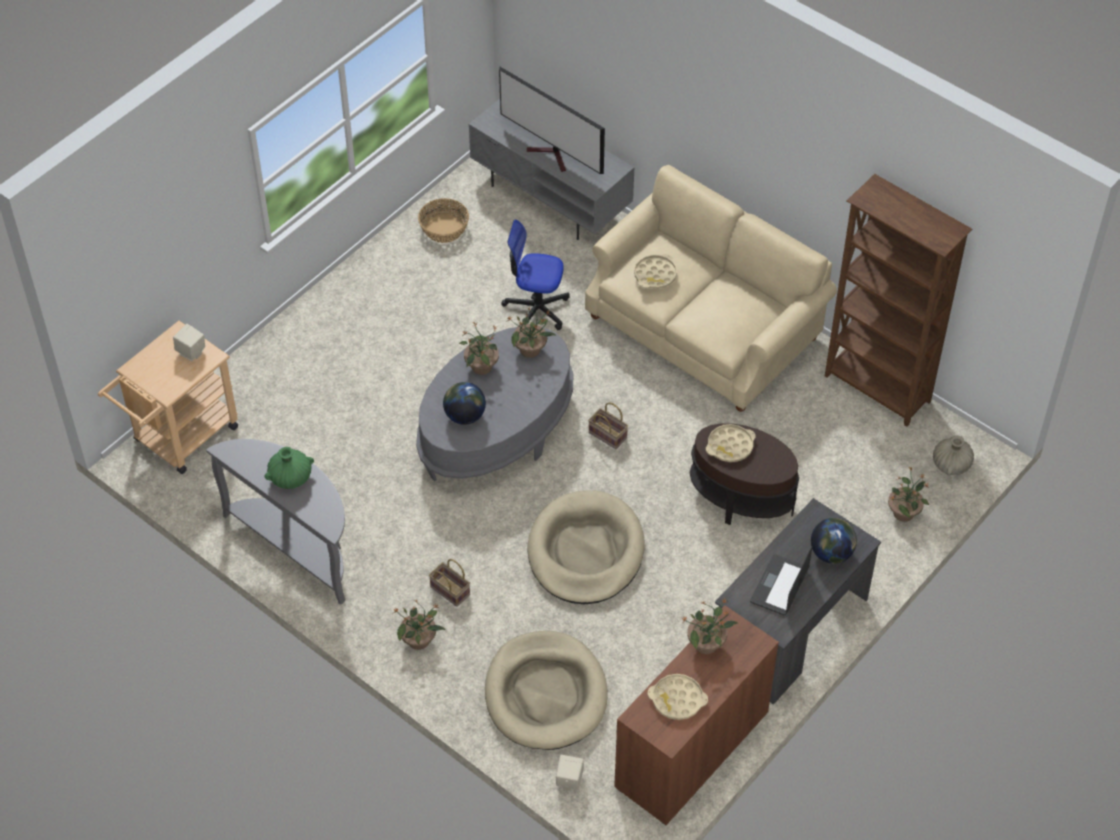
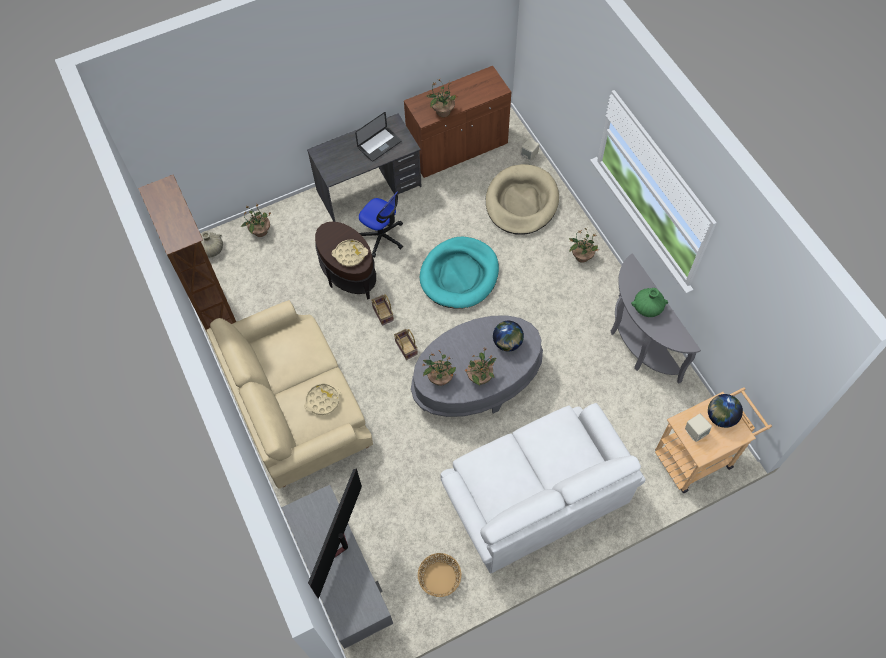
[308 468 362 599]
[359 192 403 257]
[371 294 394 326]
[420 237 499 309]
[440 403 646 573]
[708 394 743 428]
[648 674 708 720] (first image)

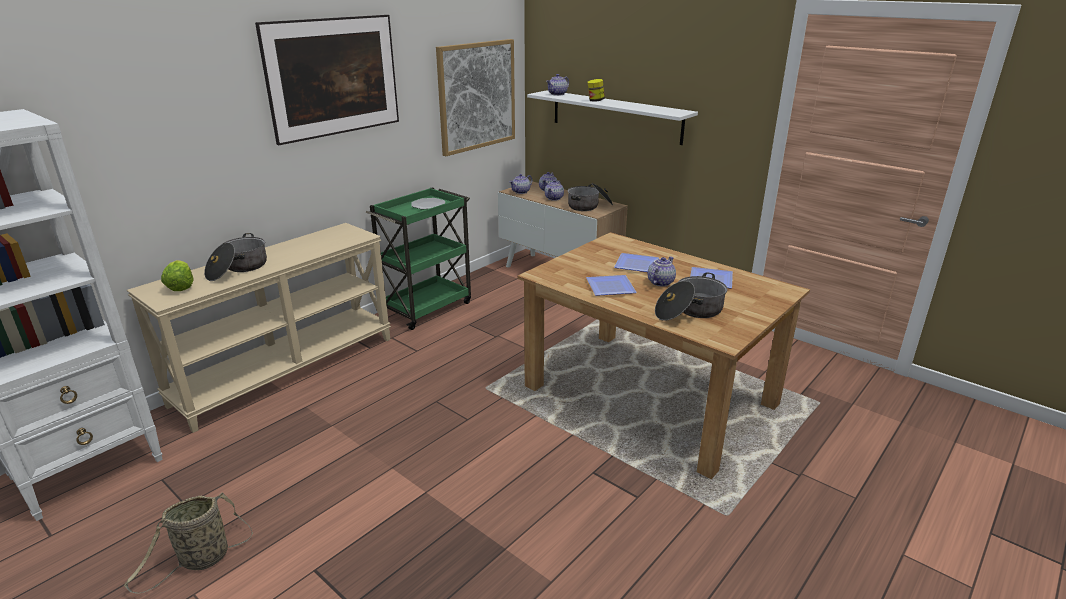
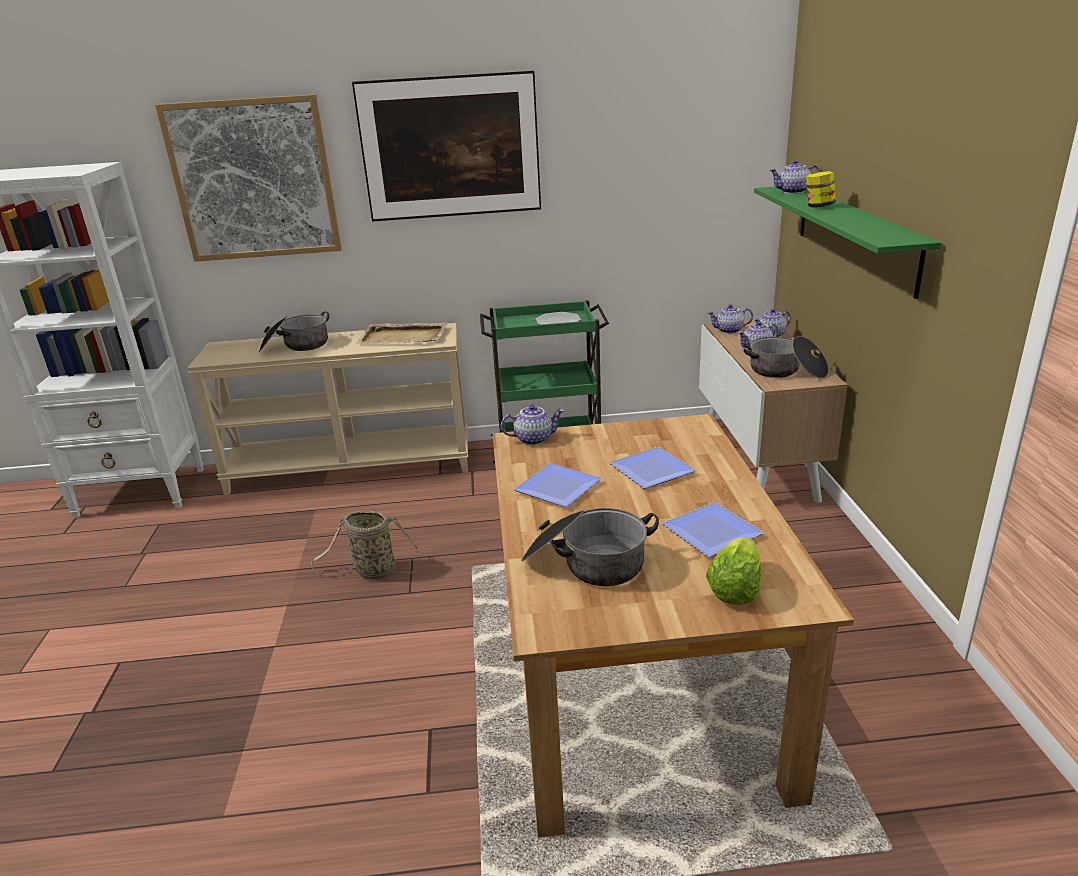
[155 94 342 262]
[311 511 420 580]
[355 323 448 344]
[501 404 564 445]
[706 537 762 605]
[754 187 941 299]

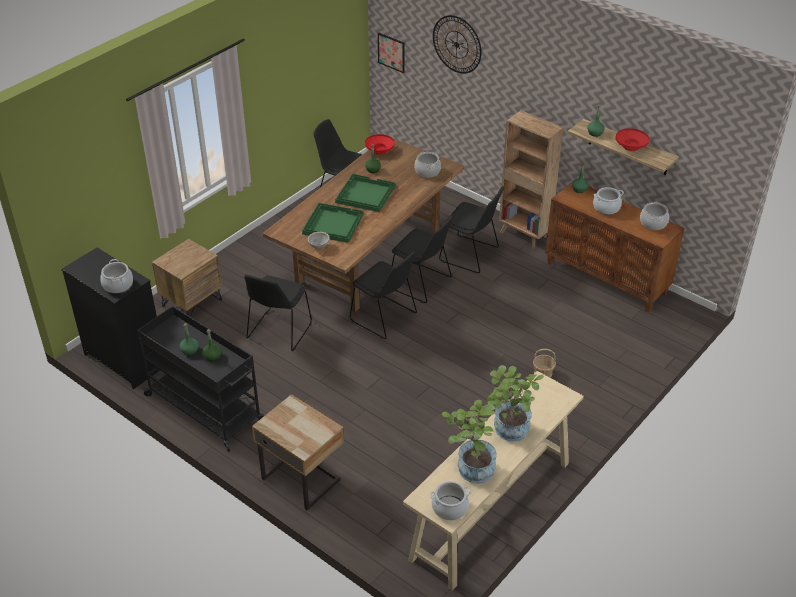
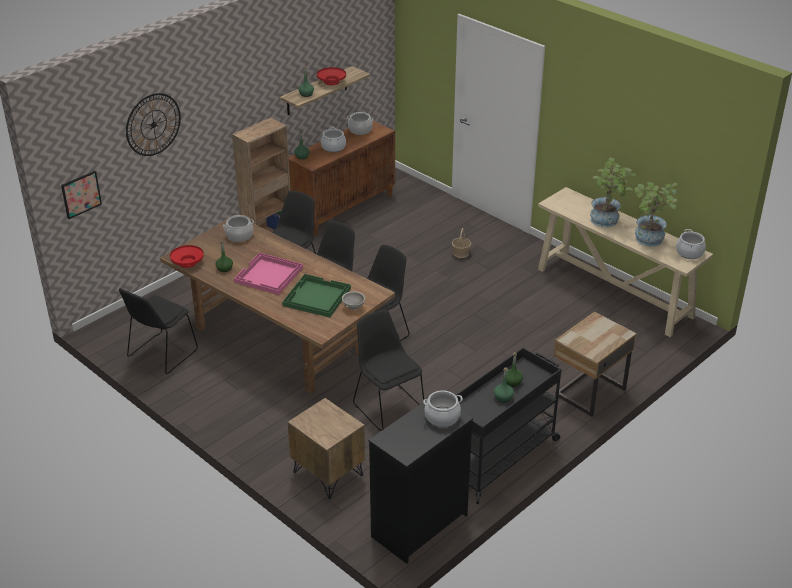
[234 252 303 295]
[353 310 424 431]

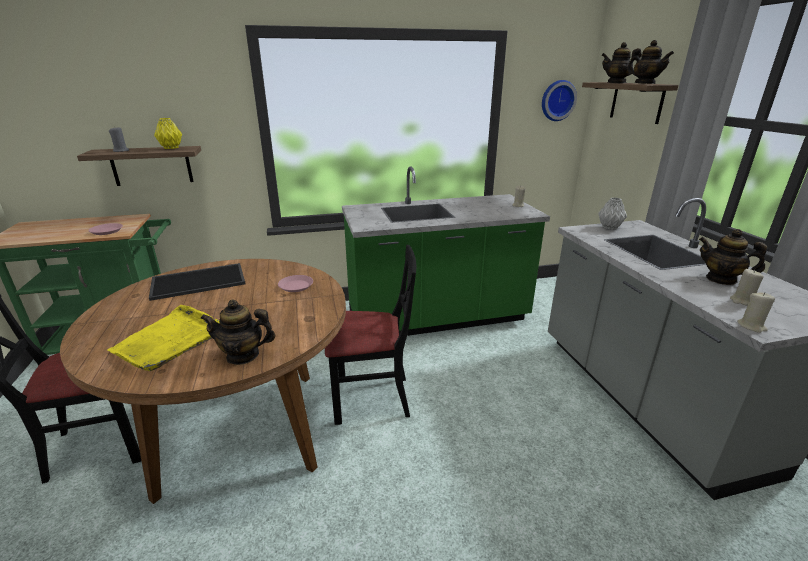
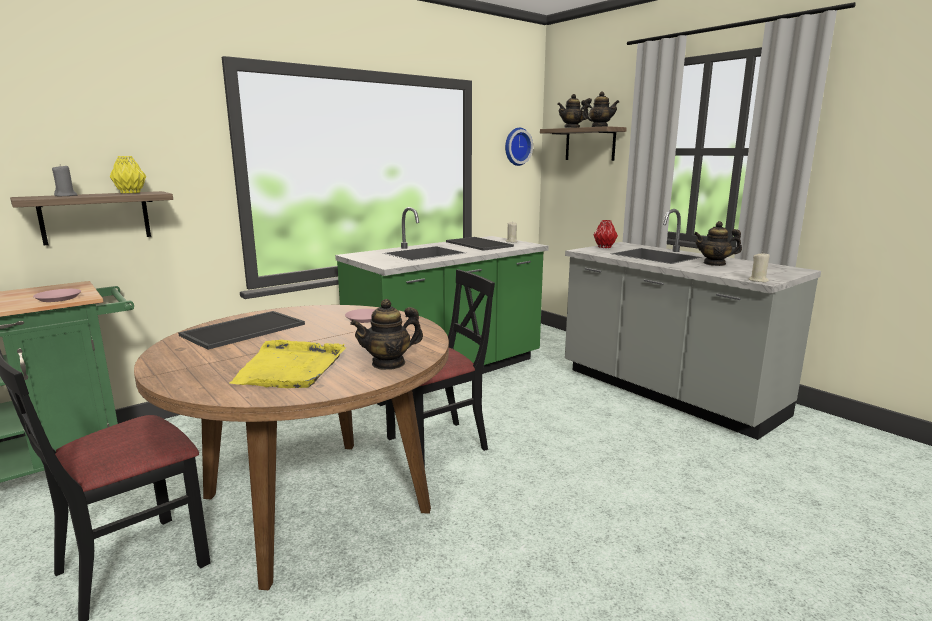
[446 237 514 251]
[593 220 618 248]
[730 269 764 306] (first image)

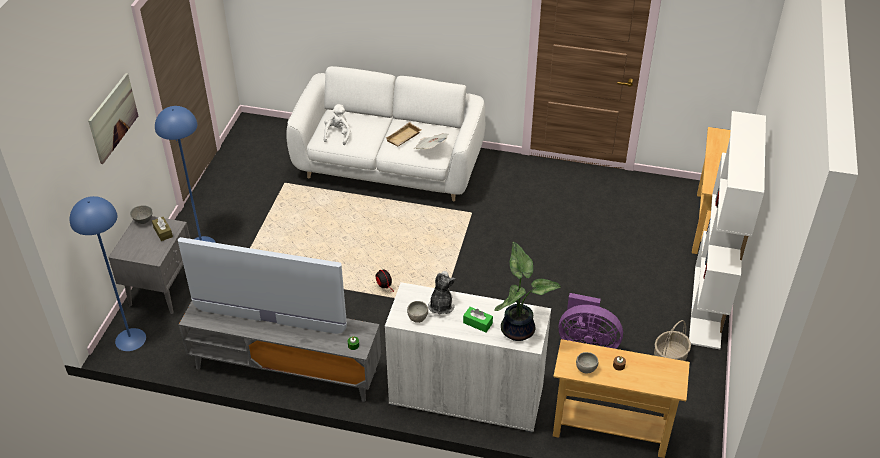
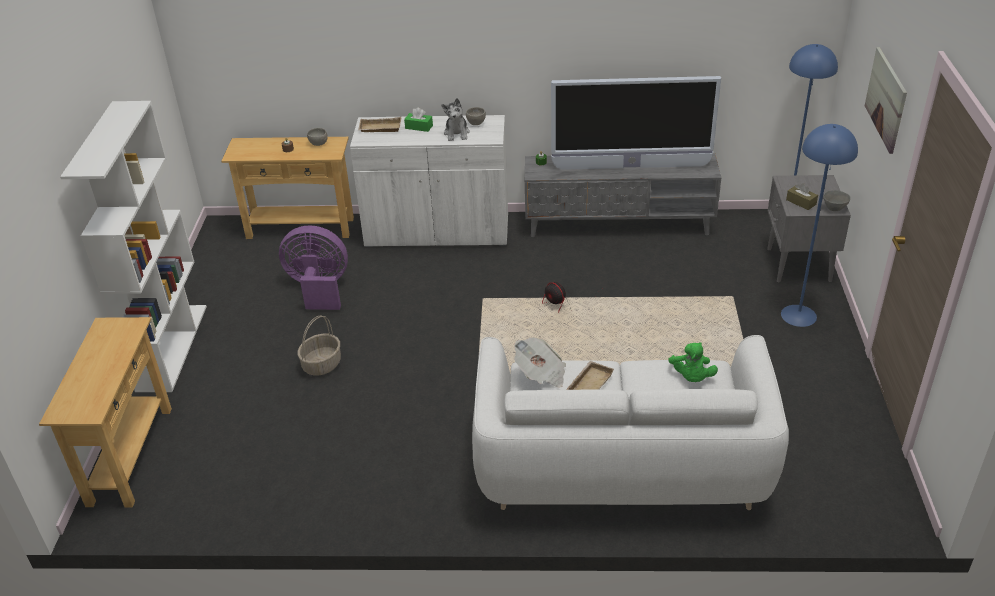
[298 315 341 375]
[358 117 401 132]
[668 342 718 382]

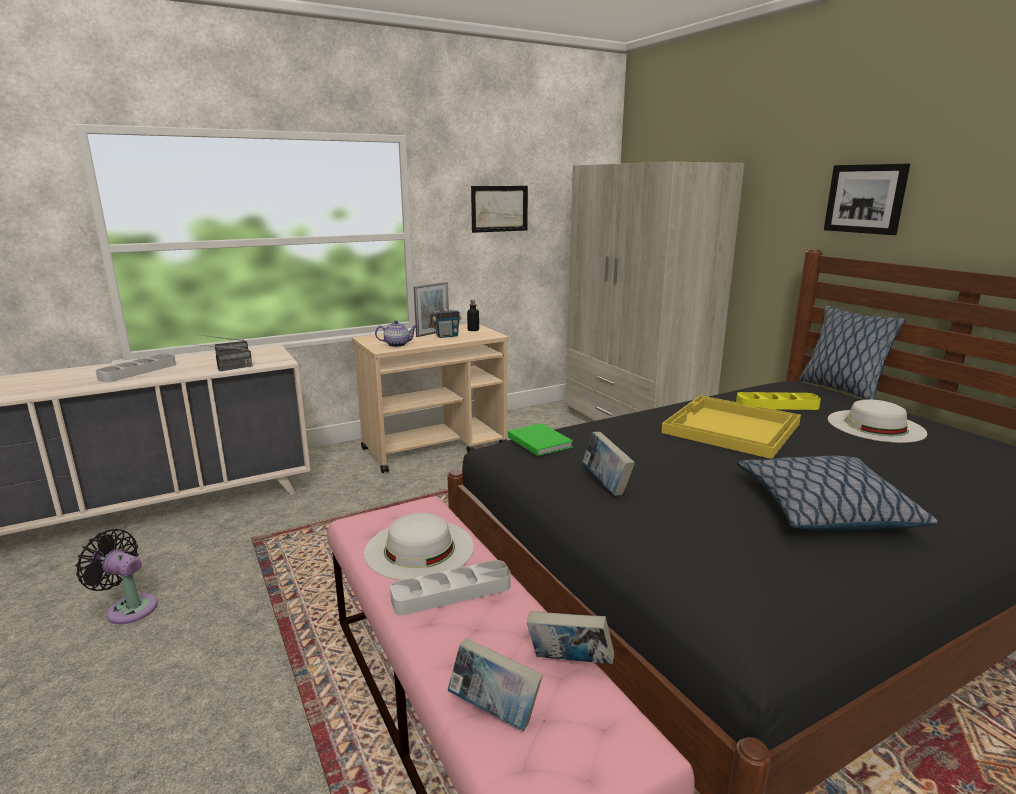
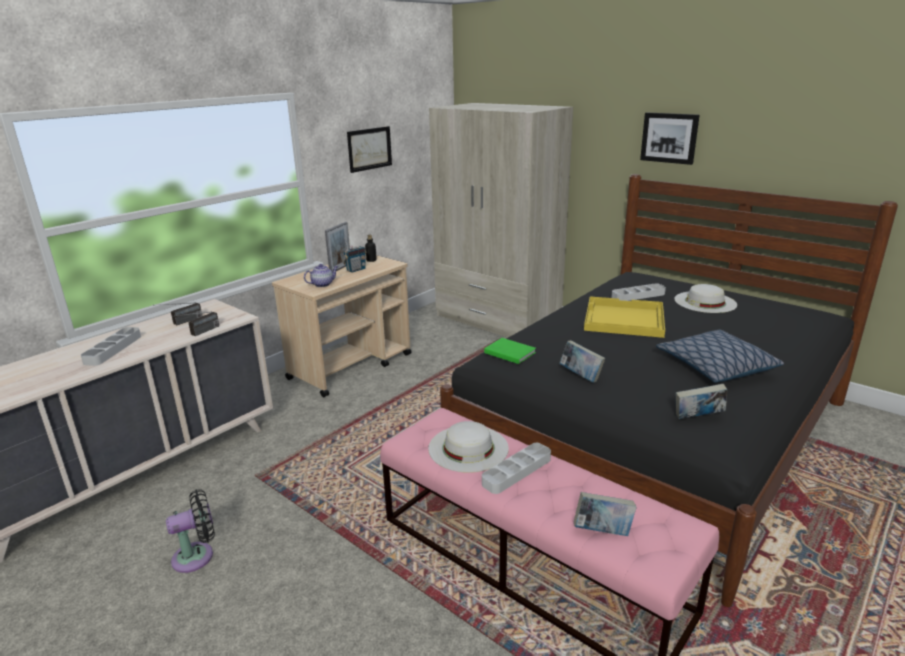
[166 489 215 573]
[611 283 666 301]
[676 384 727 419]
[799 305 906 400] (first image)

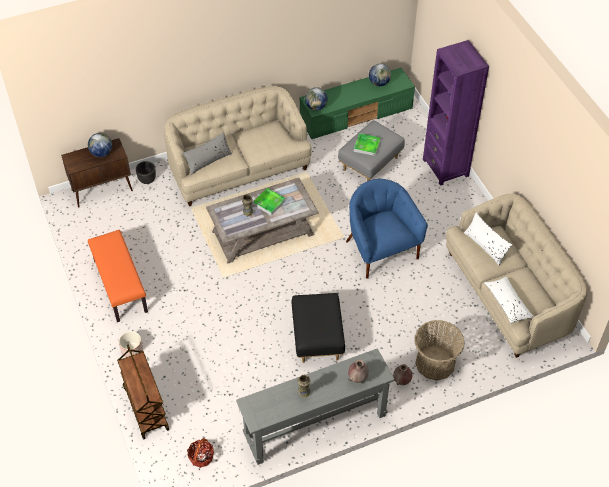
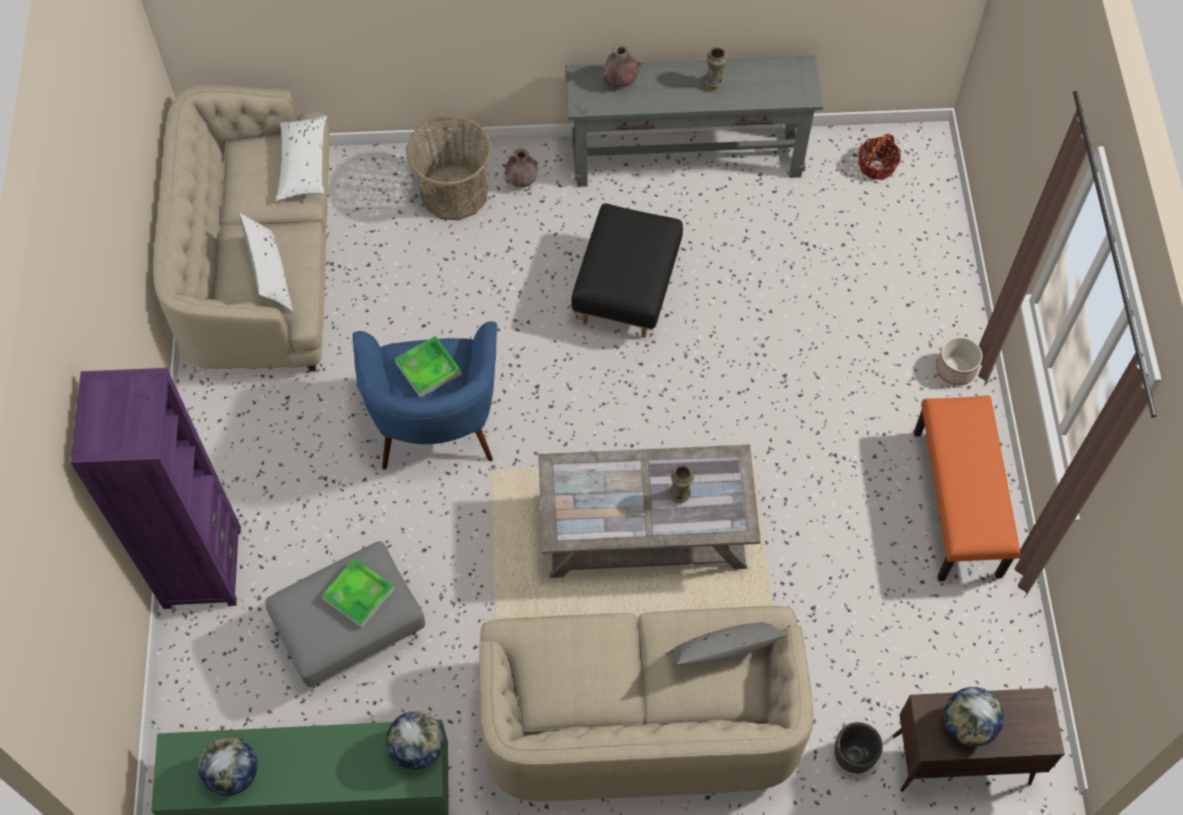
[395 336 461 396]
[117 344 169 439] (first image)

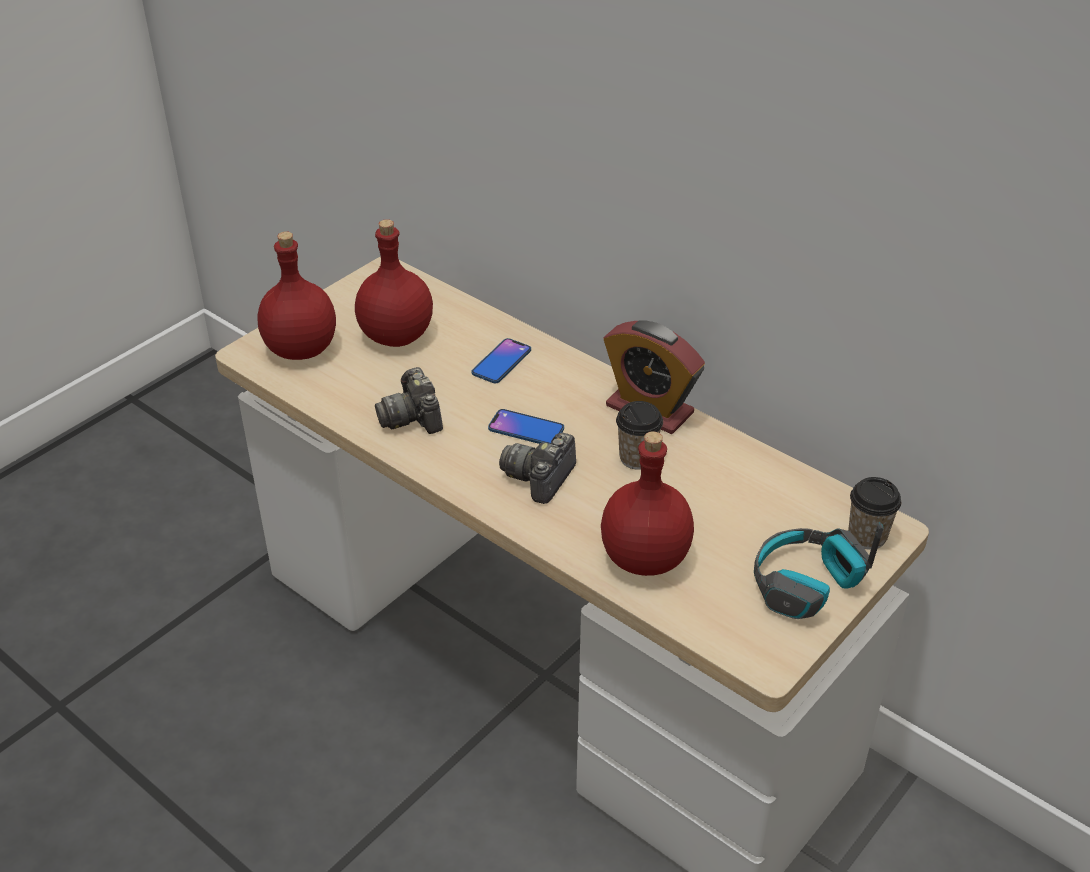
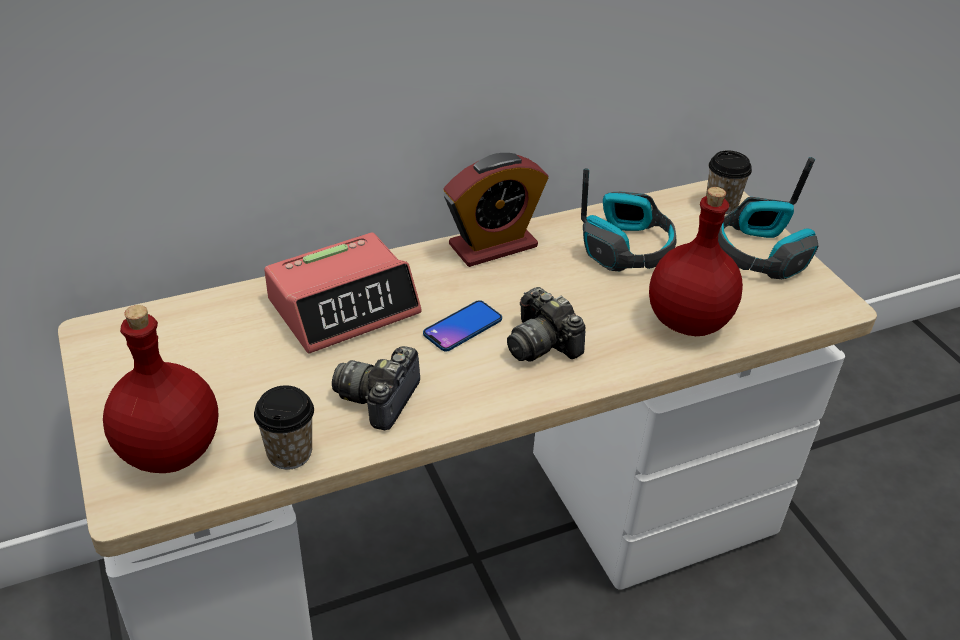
[254 385 314 470]
[264 233 422 353]
[332 346 420 431]
[581 168 677 271]
[355 219 433 347] (first image)

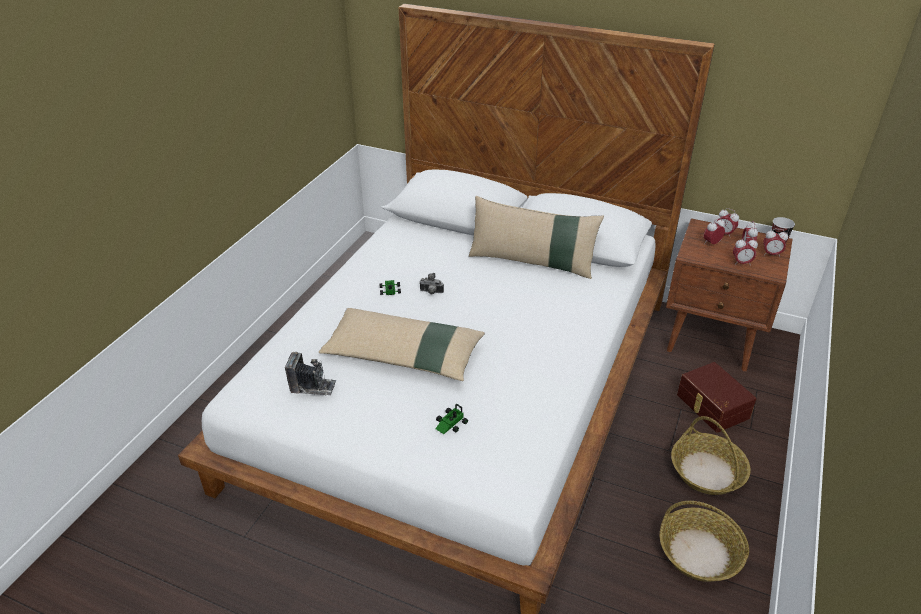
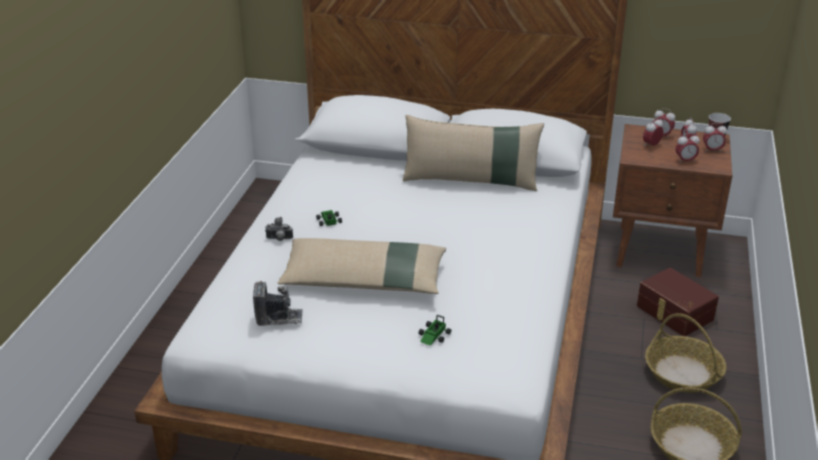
[265 217 293 241]

